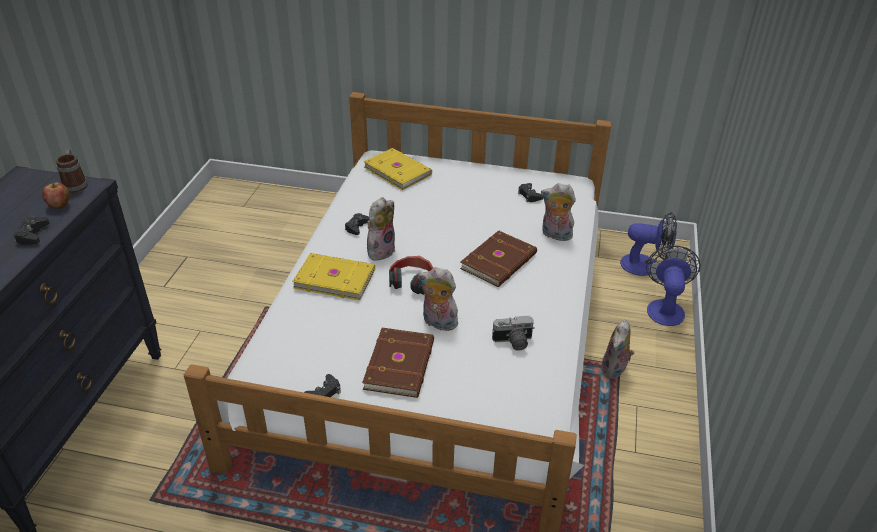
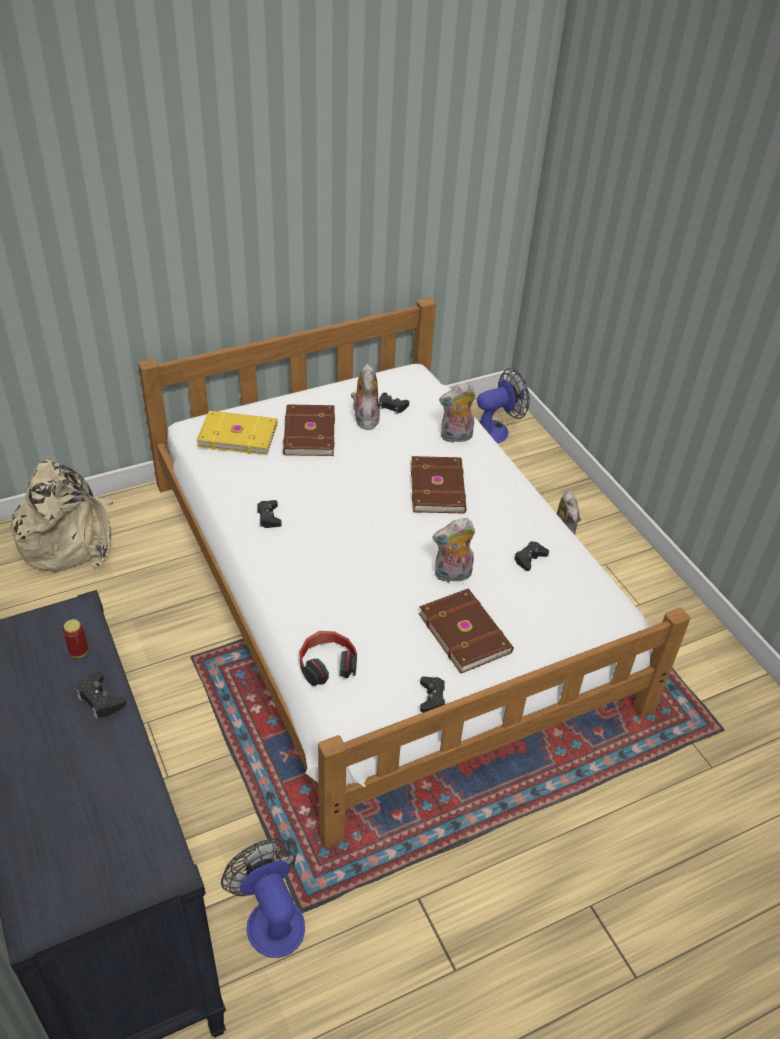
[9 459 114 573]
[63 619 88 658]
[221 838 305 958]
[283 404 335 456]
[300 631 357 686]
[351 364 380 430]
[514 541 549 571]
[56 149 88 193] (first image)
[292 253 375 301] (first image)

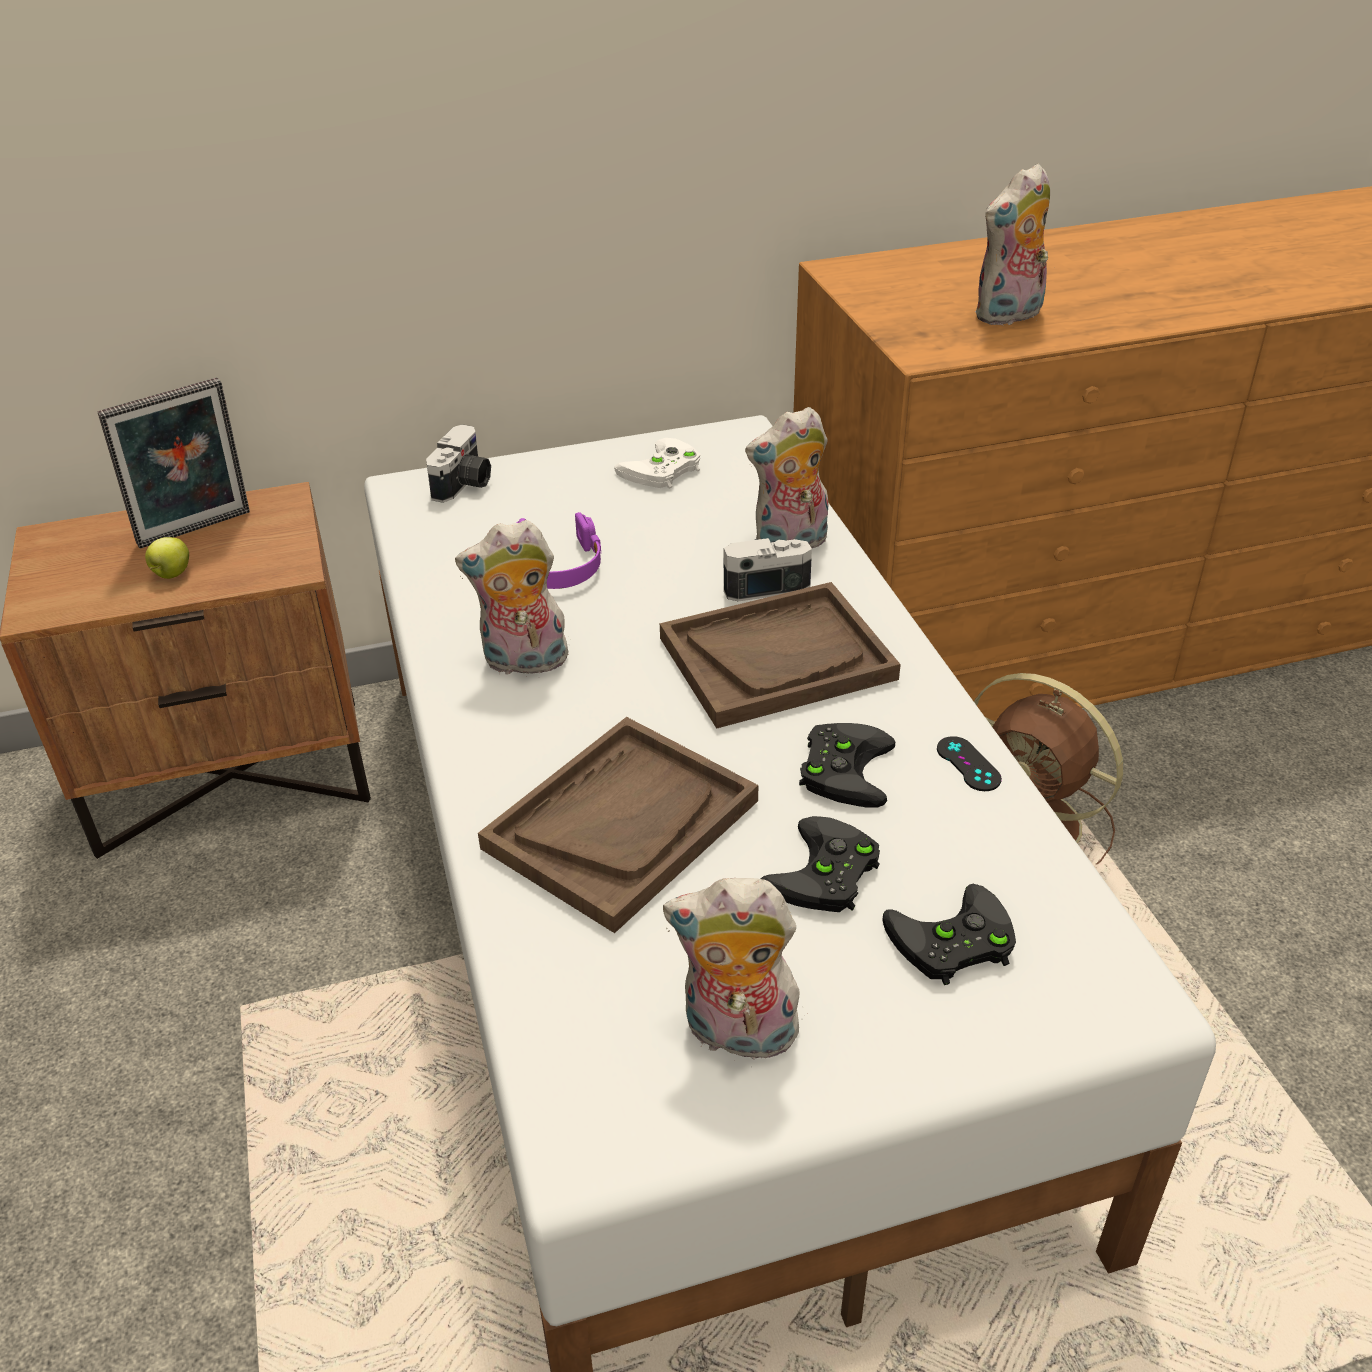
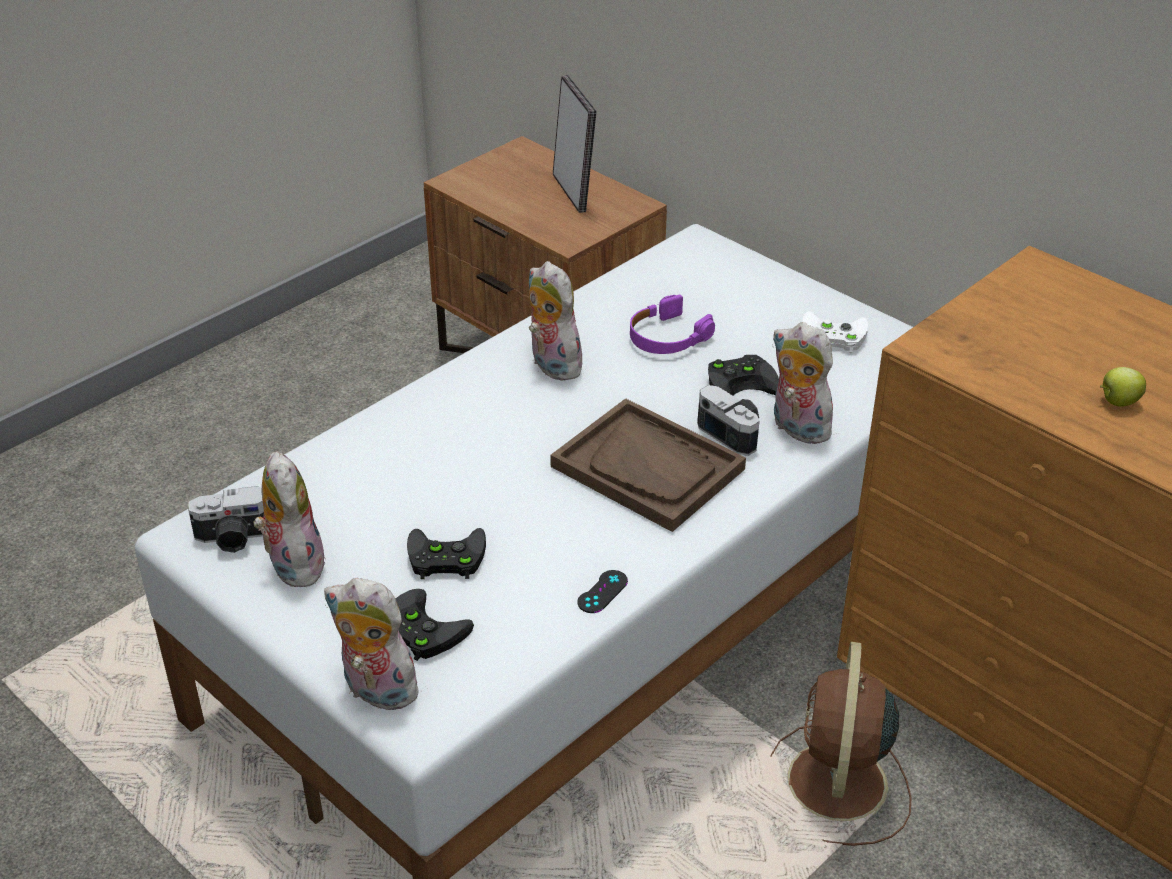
[188 486 264 553]
[324 578 424 710]
[553 75 597 213]
[708 355 779 396]
[1100 367 1146 406]
[478 717 758 933] (first image)

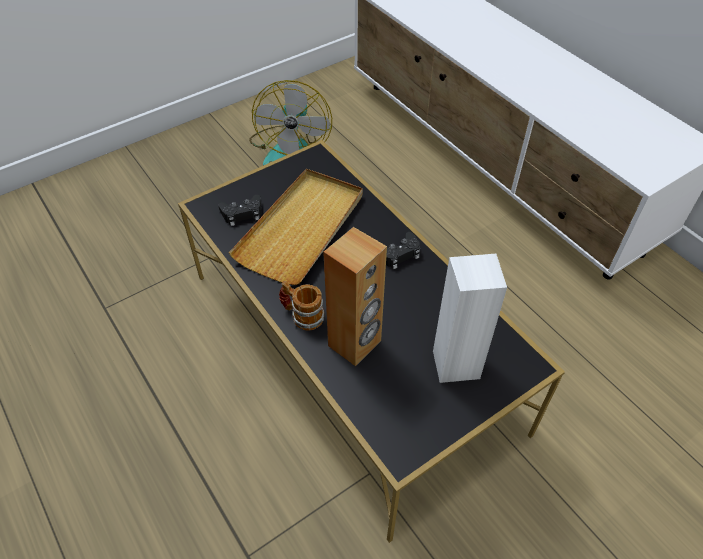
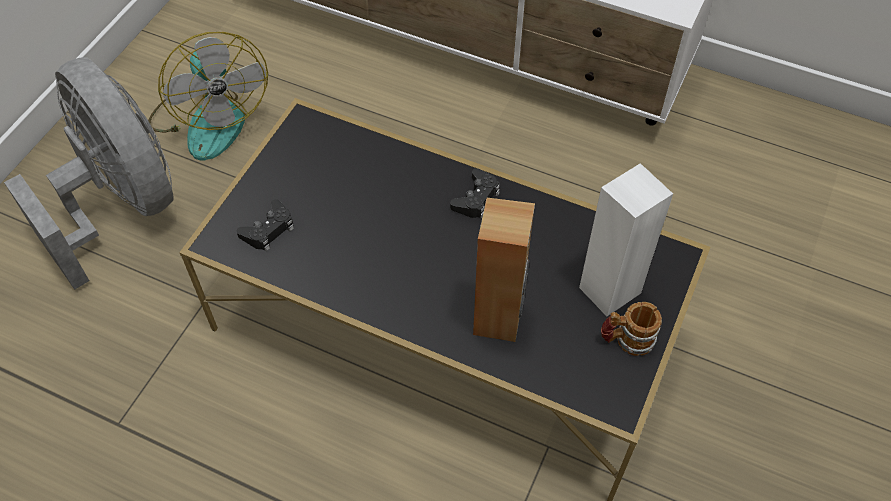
[4 57 173 290]
[601 302 662 356]
[229 169 363 285] (first image)

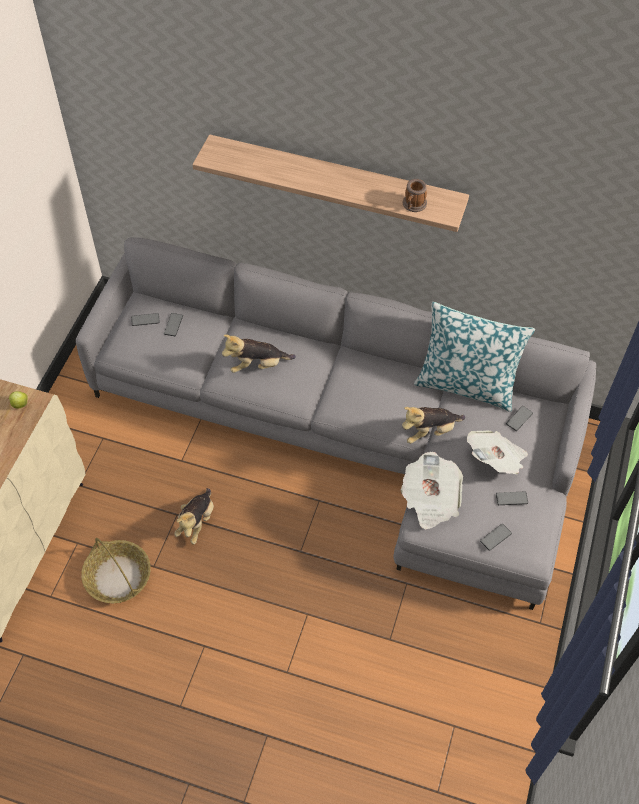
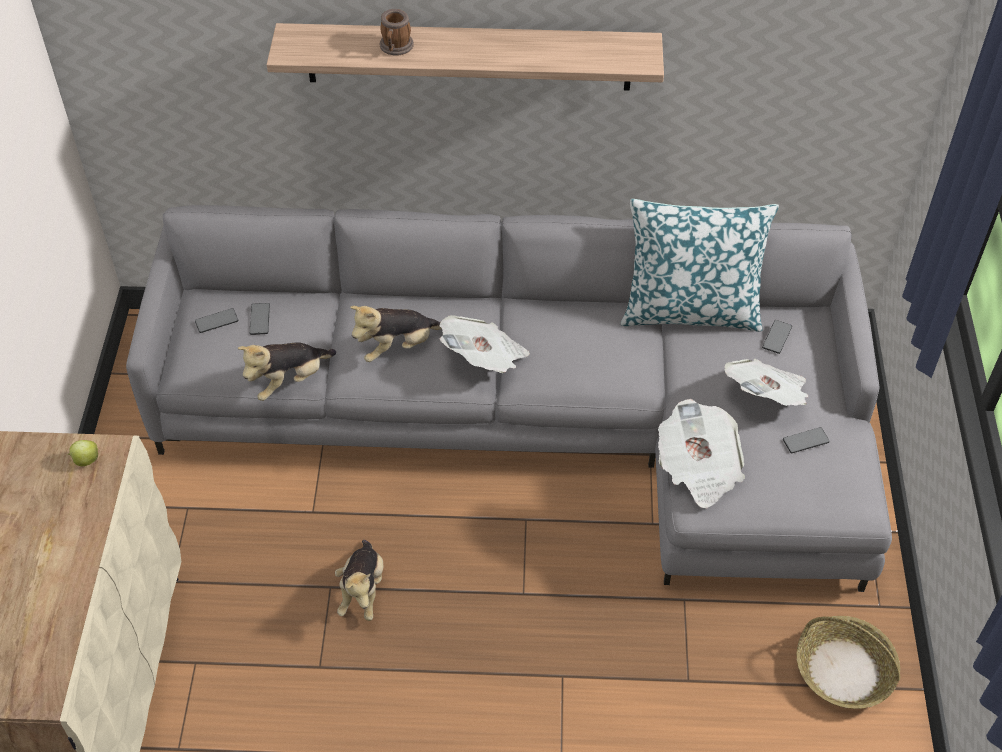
[238 342 336 401]
[380 9 414 55]
[439 315 530 373]
[796 616 900 709]
[480 524 512 551] (first image)

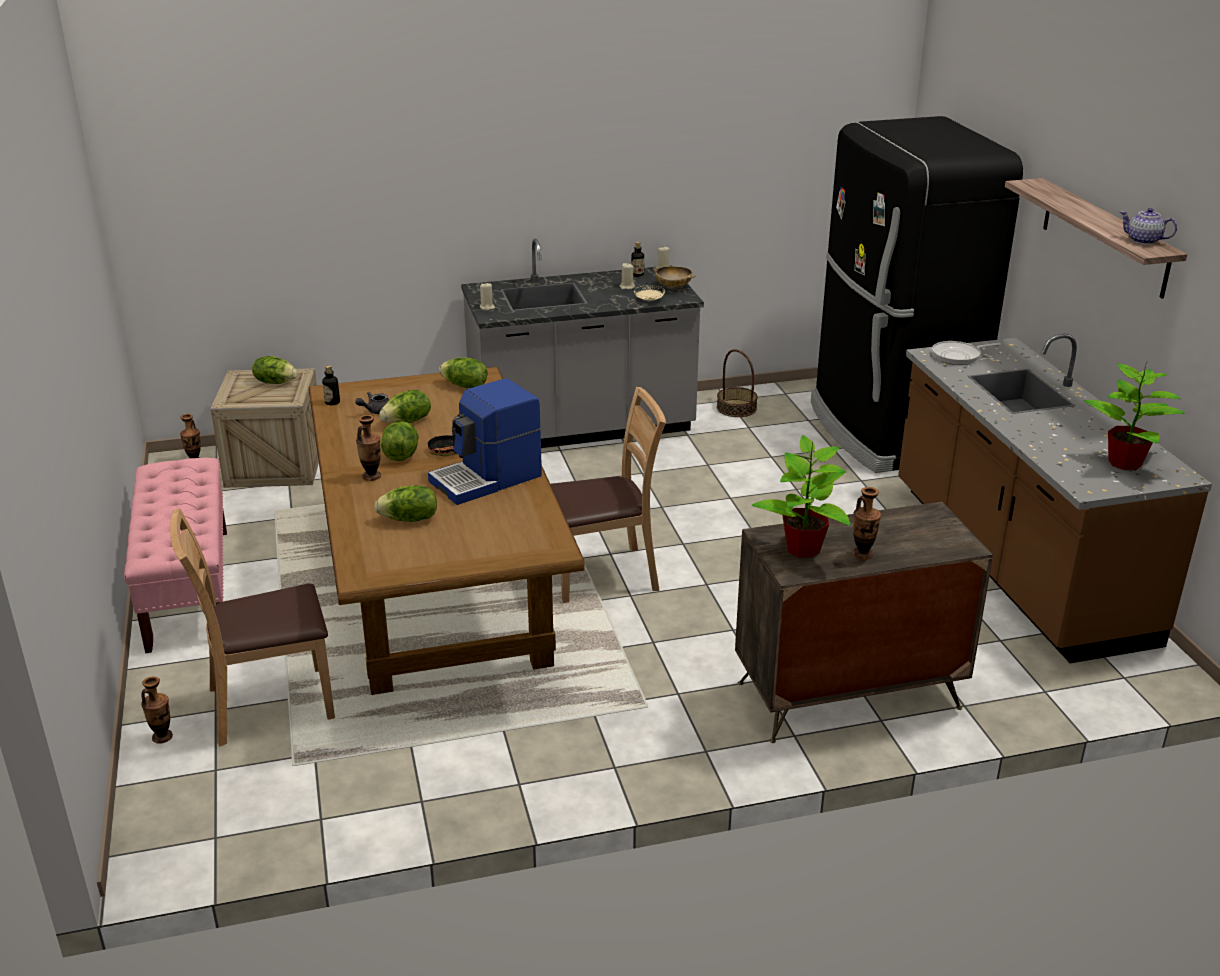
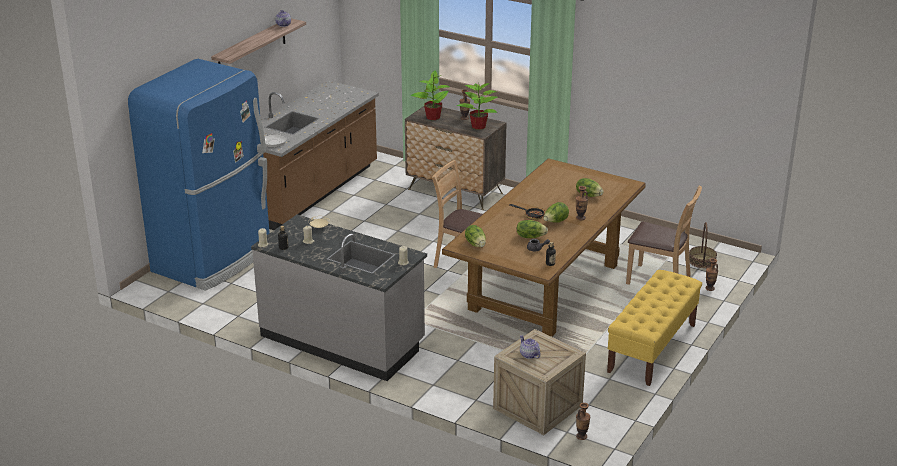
[128 59 270 291]
[410 70 450 120]
[520 335 541 359]
[607 270 702 386]
[689 222 717 268]
[428 378 542 505] (first image)
[653 266 696 289] (first image)

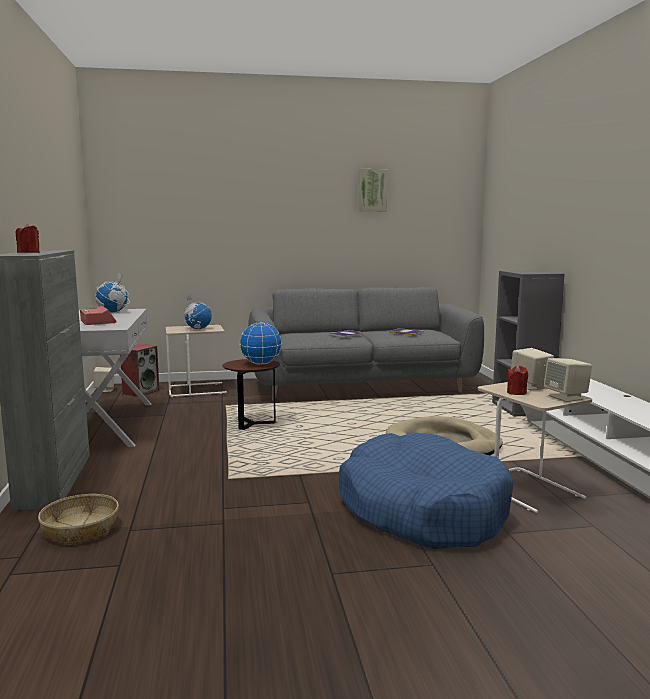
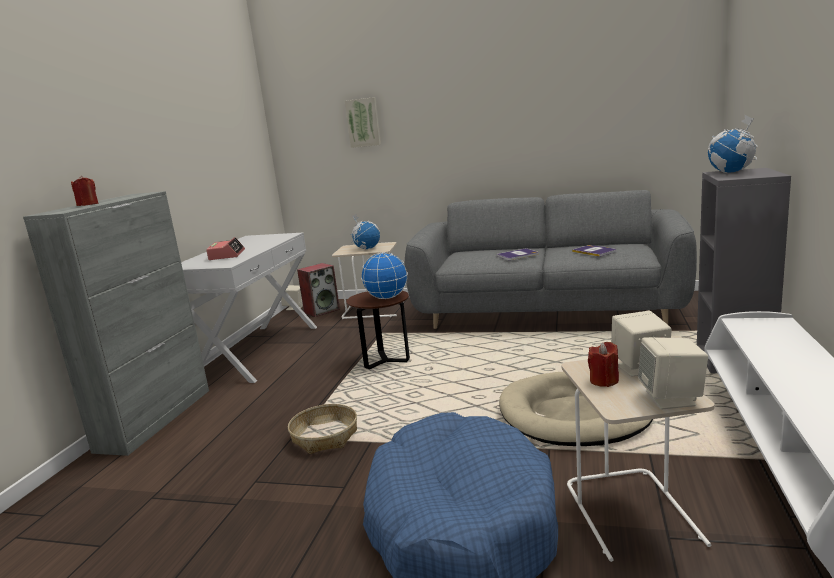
[288 404 357 454]
[345 97 381 148]
[708 115 758 173]

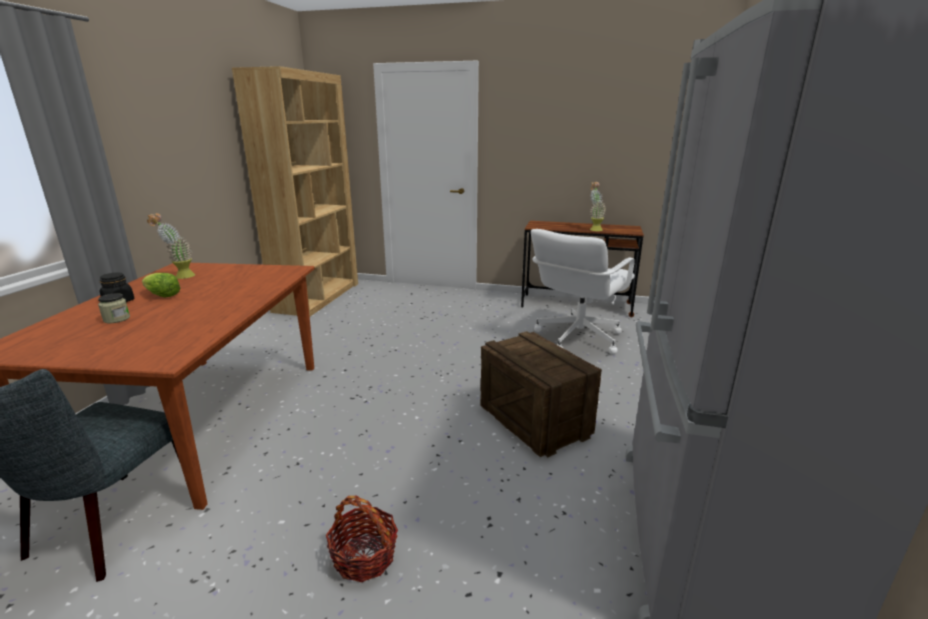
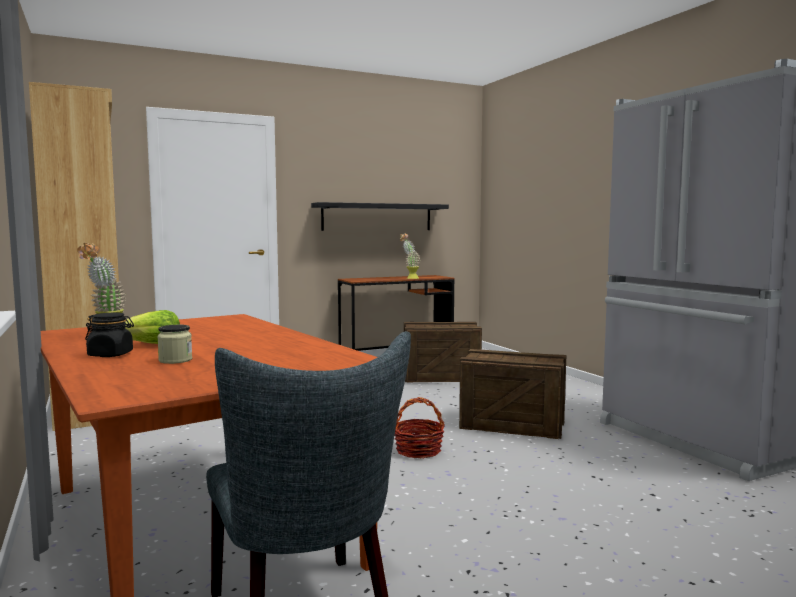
[311 202 449 231]
[394 397 445 459]
[404 322 482 382]

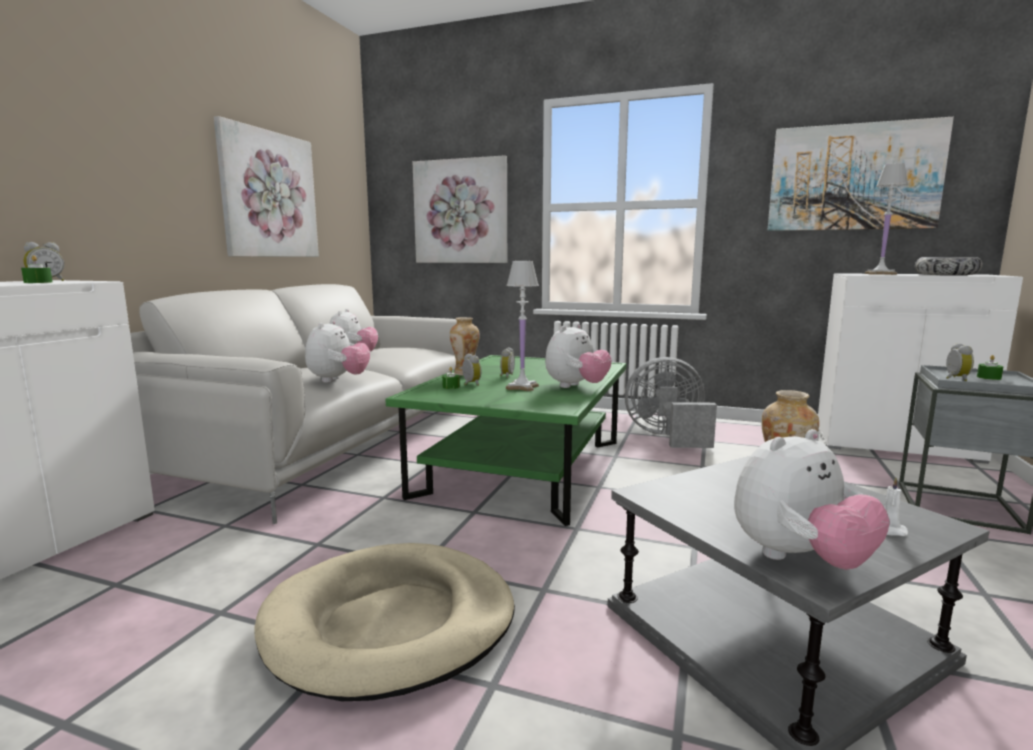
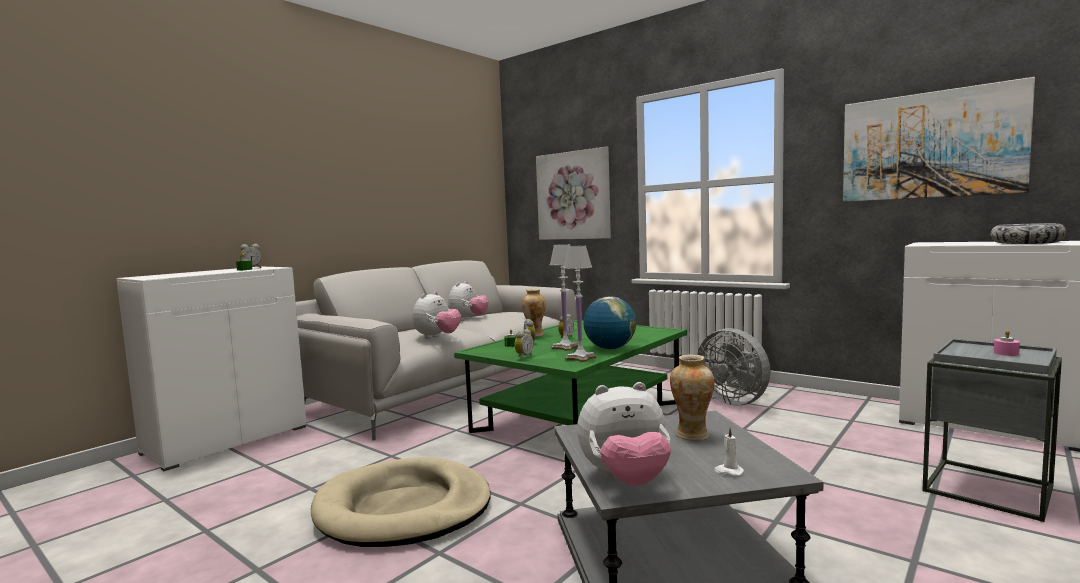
[515 329 534 359]
[563 246 596 362]
[583 297 636 349]
[697 328 770 406]
[994 330 1020 356]
[214 116 319 257] (first image)

